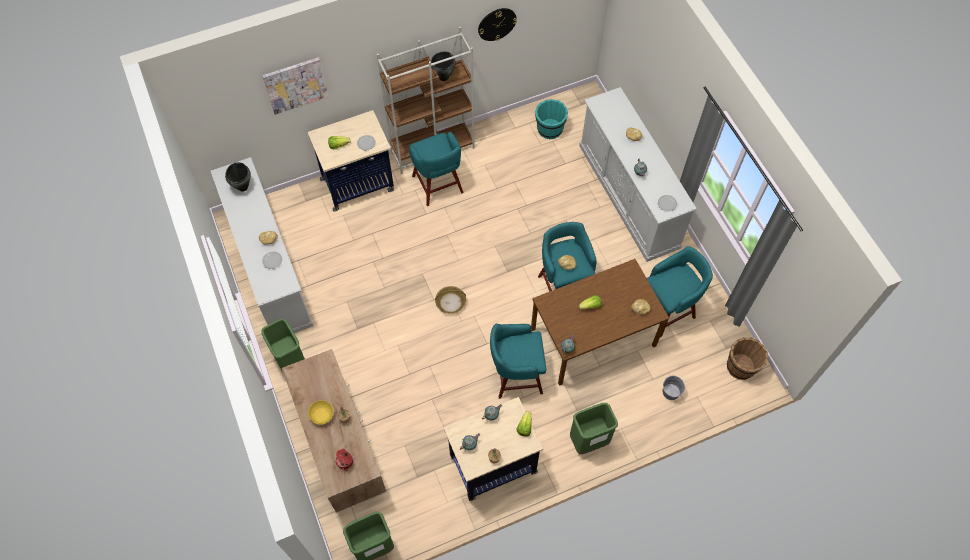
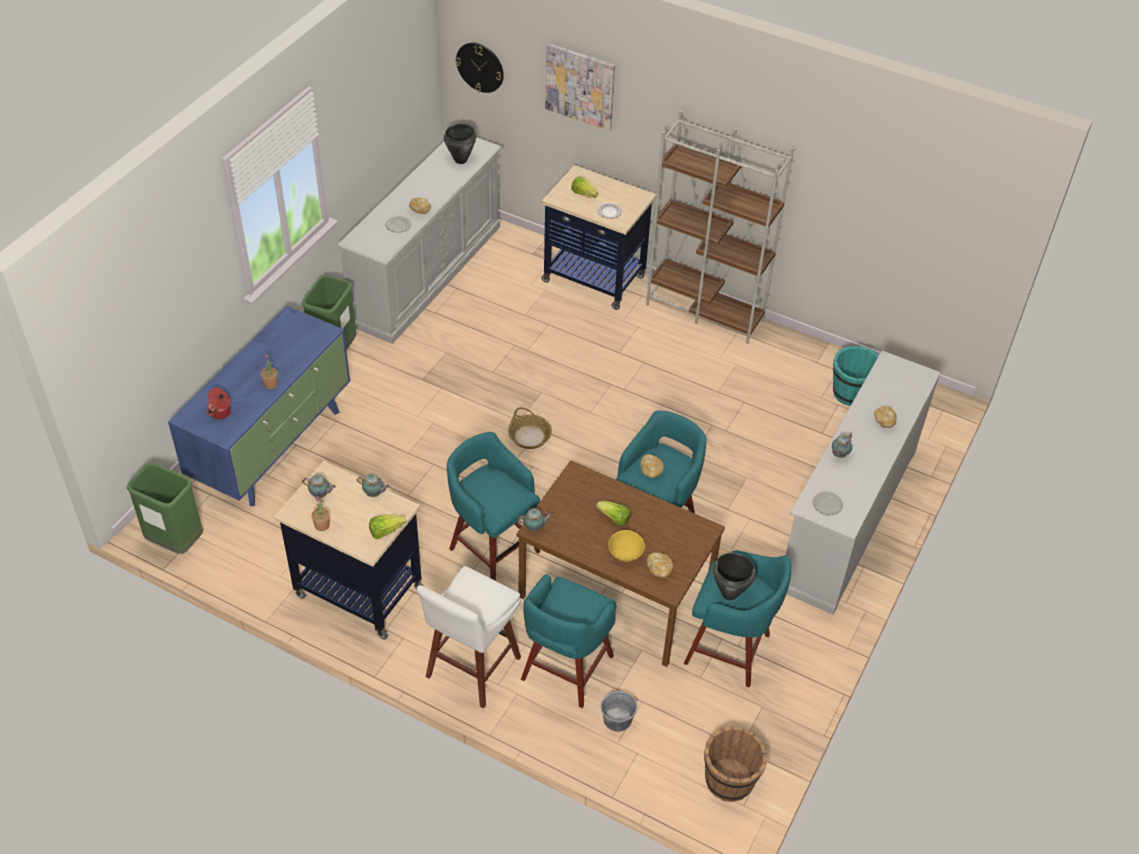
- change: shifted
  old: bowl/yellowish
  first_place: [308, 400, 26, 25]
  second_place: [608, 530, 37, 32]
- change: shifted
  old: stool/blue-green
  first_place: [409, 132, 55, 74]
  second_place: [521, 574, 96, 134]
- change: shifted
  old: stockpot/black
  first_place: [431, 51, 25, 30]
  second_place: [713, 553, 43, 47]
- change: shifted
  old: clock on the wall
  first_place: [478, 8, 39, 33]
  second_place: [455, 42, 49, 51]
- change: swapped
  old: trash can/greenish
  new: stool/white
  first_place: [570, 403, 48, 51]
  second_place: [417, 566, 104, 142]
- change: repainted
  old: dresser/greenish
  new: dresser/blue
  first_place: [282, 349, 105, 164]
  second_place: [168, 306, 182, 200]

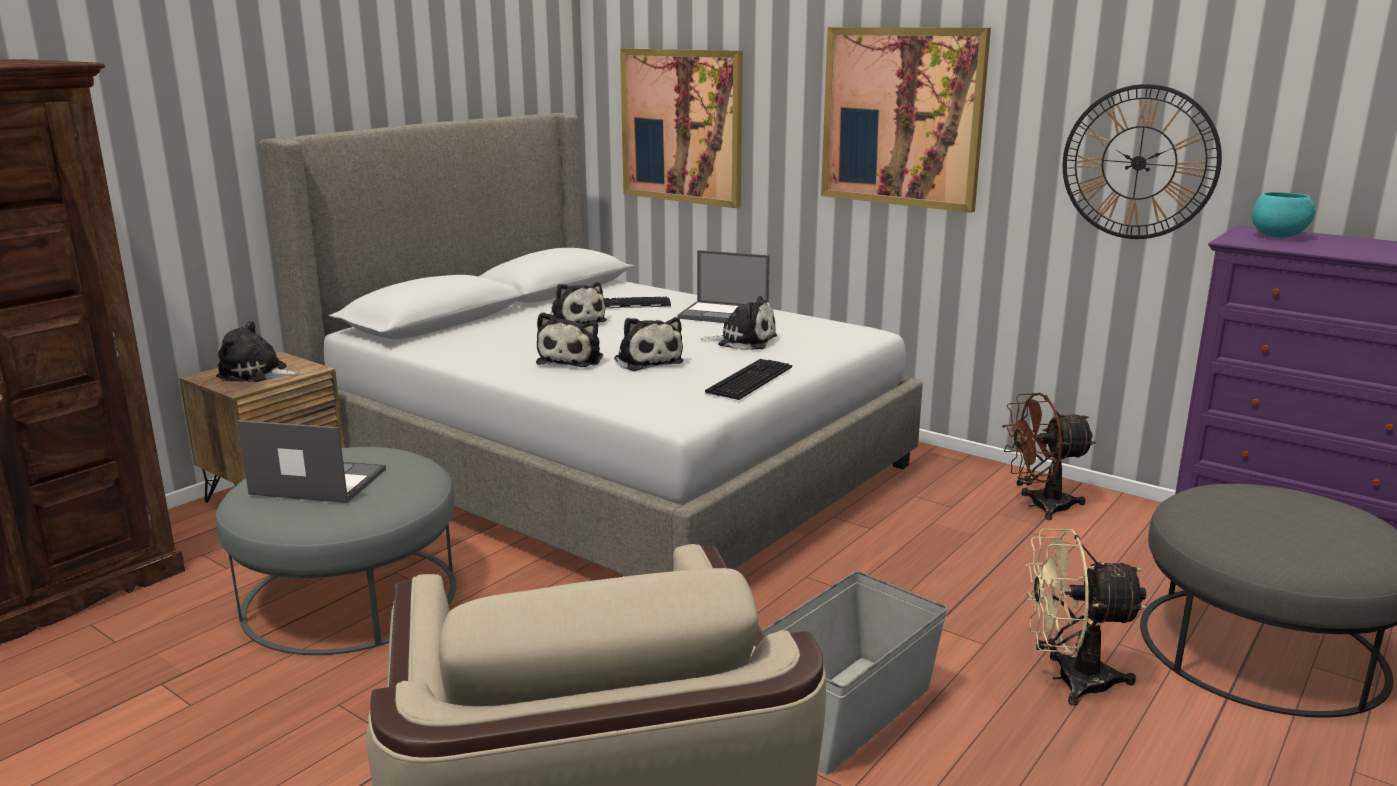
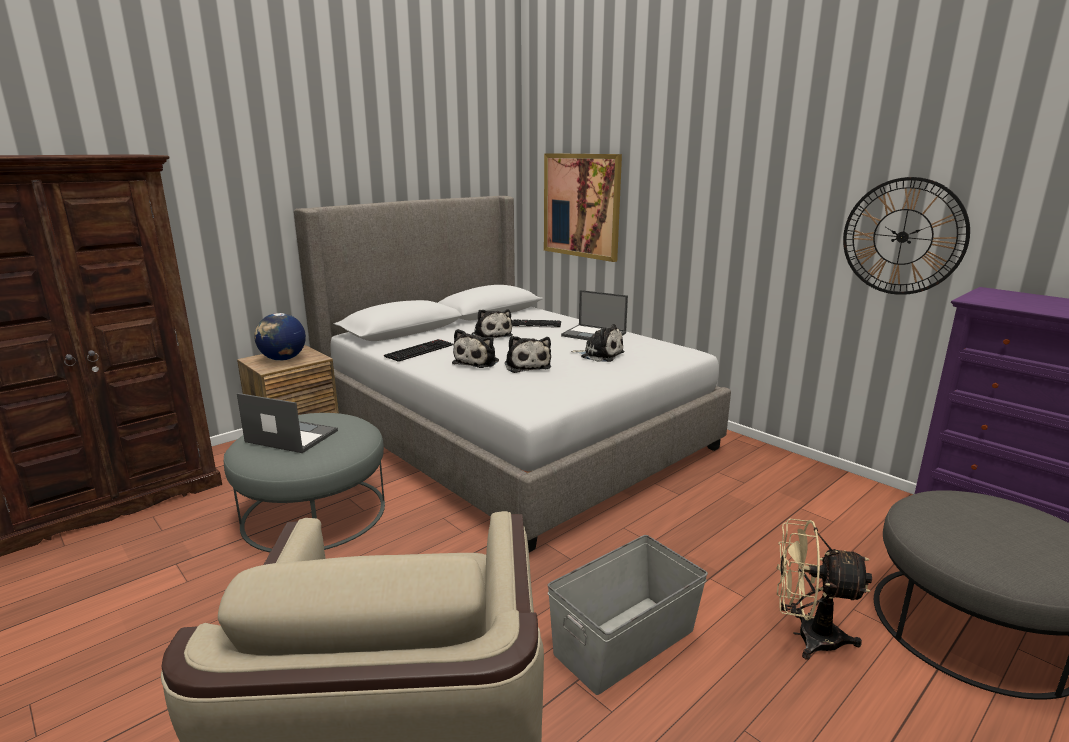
- change: gone
  old: picture
  first_place: [821, 27, 170, 186]
- change: gone
  old: electric fan/brownish
  first_place: [1002, 393, 94, 127]
- change: gone
  old: bowl/blue-green
  first_place: [1252, 192, 63, 45]
- change: shifted
  old: keyboard
  first_place: [705, 359, 87, 41]
  second_place: [384, 339, 69, 23]
- change: swapped
  old: soft toy
  new: world globe
  first_place: [216, 320, 85, 62]
  second_place: [254, 313, 52, 48]

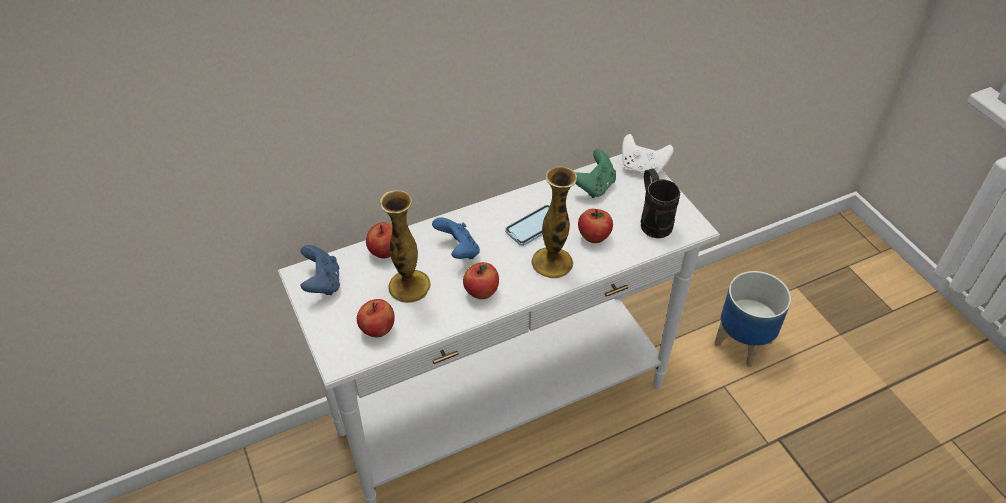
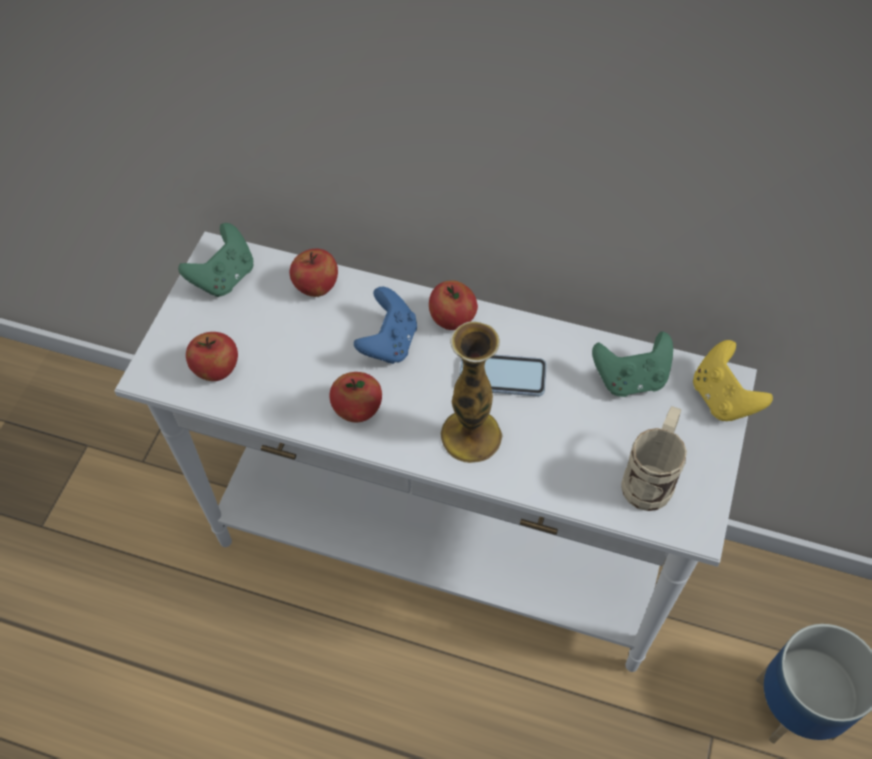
- change: gone
  old: decorative vase
  first_place: [380, 190, 51, 113]
- change: shifted
  old: apple
  first_place: [578, 209, 35, 34]
  second_place: [429, 280, 49, 50]
- change: repainted
  old: joypad/blue
  new: joypad/greenish
  first_place: [300, 245, 40, 50]
  second_place: [178, 223, 76, 74]
- change: repainted
  old: joypad/white
  new: joypad/yellowish
  first_place: [622, 134, 51, 40]
  second_place: [693, 340, 80, 81]
- change: repainted
  old: coffee mug/black
  new: coffee mug/beige-coloured
  first_place: [641, 168, 39, 70]
  second_place: [621, 406, 66, 105]

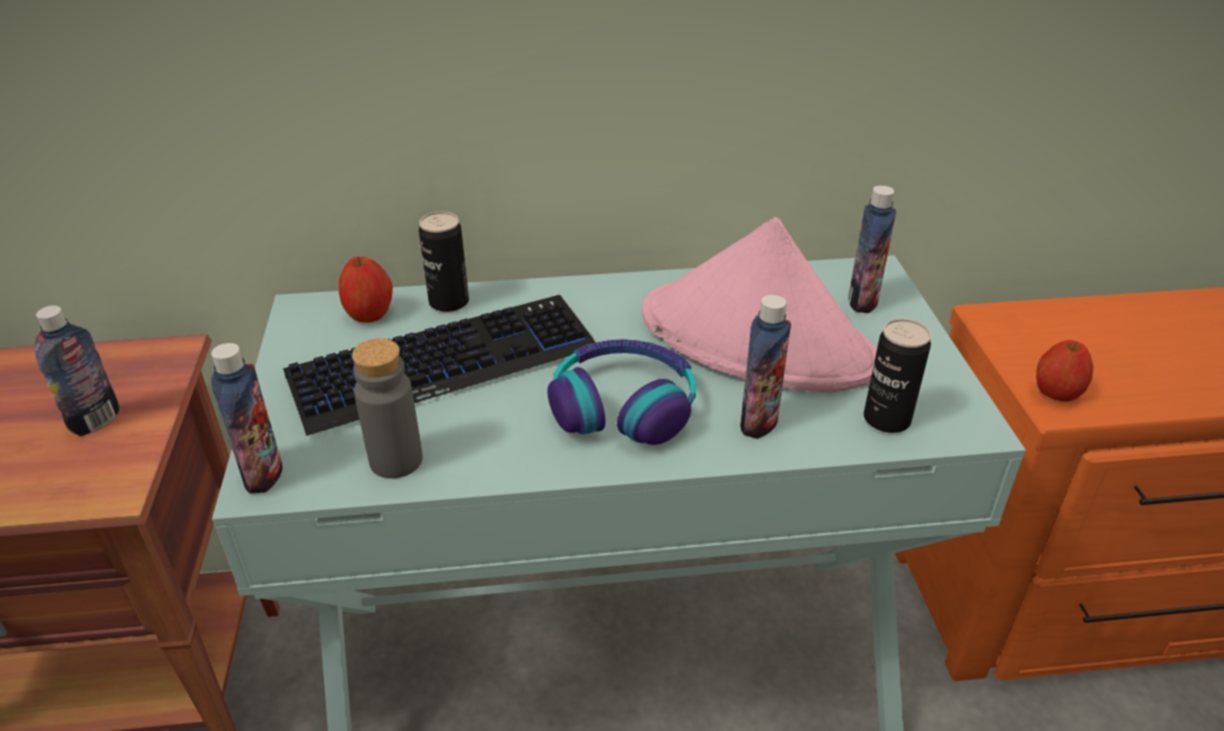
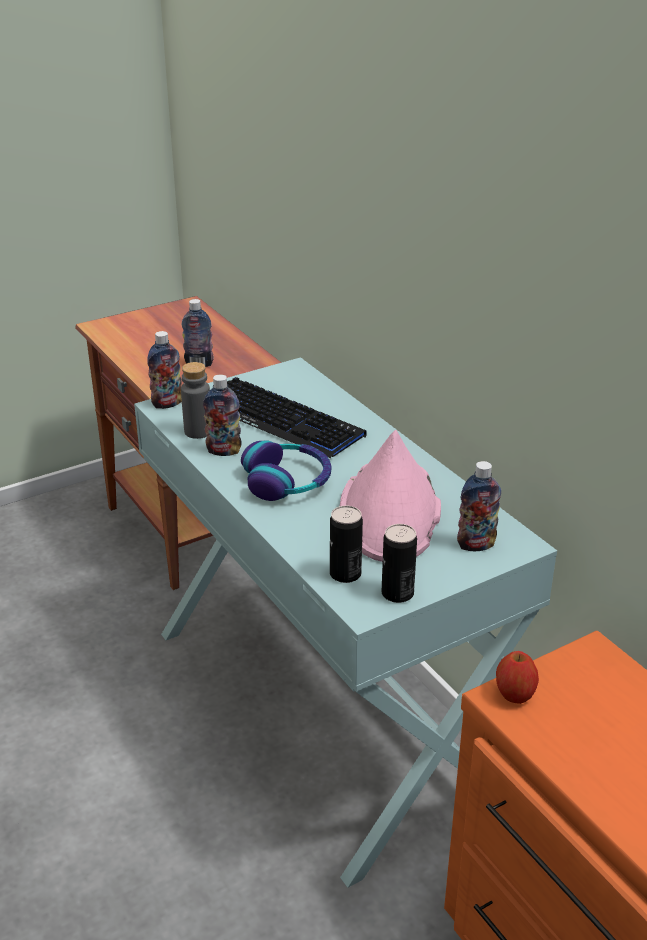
- change: gone
  old: apple
  first_place: [339, 257, 54, 66]
- change: shifted
  old: sealed can
  first_place: [419, 212, 50, 100]
  second_place: [381, 524, 36, 79]
- change: shifted
  old: drink bottle
  first_place: [740, 295, 51, 144]
  second_place: [203, 374, 39, 82]

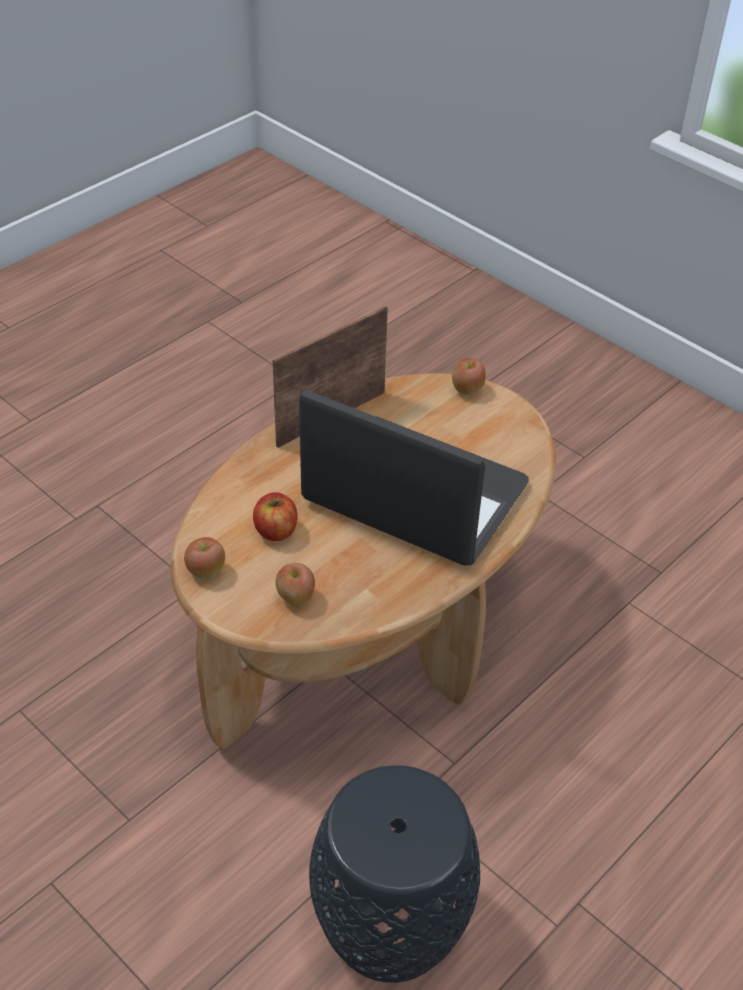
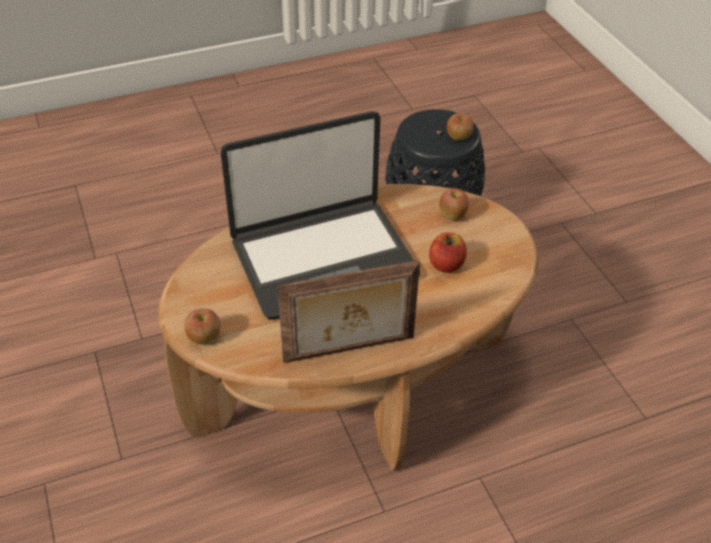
- change: shifted
  old: apple
  first_place: [184, 537, 41, 41]
  second_place: [447, 113, 27, 27]
- change: rotated
  old: portable computer
  first_place: [299, 391, 230, 175]
  second_place: [221, 111, 199, 209]
  degrees: -75

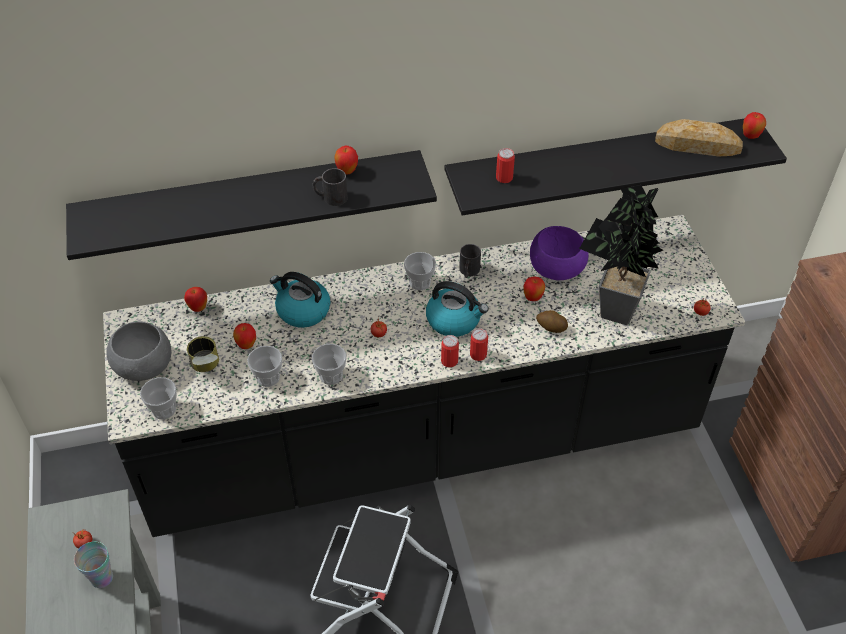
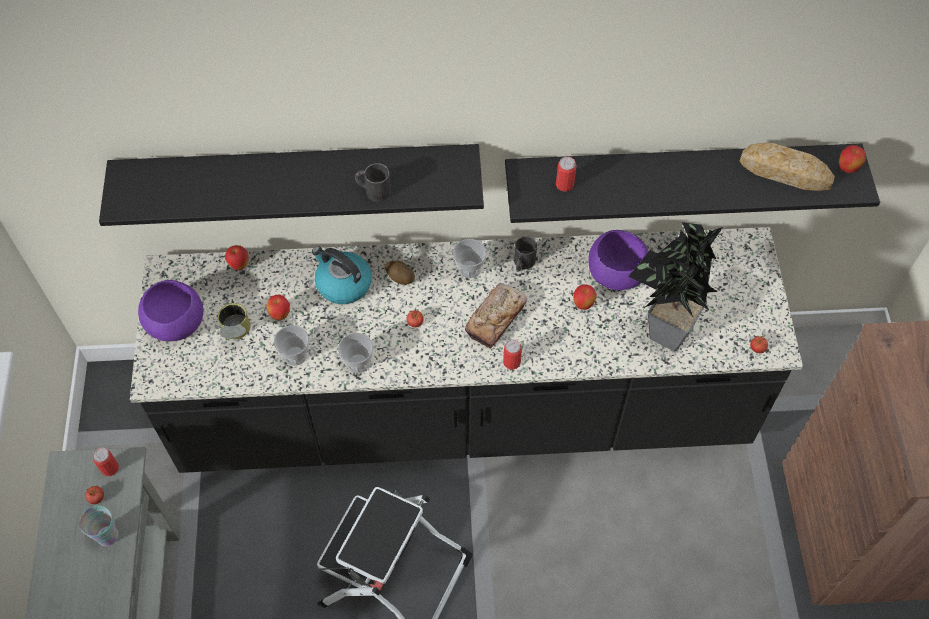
- change: gone
  old: small cup
  first_place: [140, 377, 37, 42]
- change: gone
  old: apple
  first_place: [334, 146, 24, 29]
- change: shifted
  old: sealed can
  first_place: [441, 335, 18, 33]
  second_place: [93, 448, 26, 28]
- change: shifted
  old: whole potato
  first_place: [536, 310, 32, 23]
  second_place: [385, 261, 30, 24]
- change: swapped
  old: tea kettle
  new: baked bread
  first_place: [426, 281, 62, 56]
  second_place: [465, 284, 62, 65]
- change: repainted
  old: bowl/gray
  new: bowl/purplish
  first_place: [106, 322, 65, 59]
  second_place: [138, 280, 65, 61]

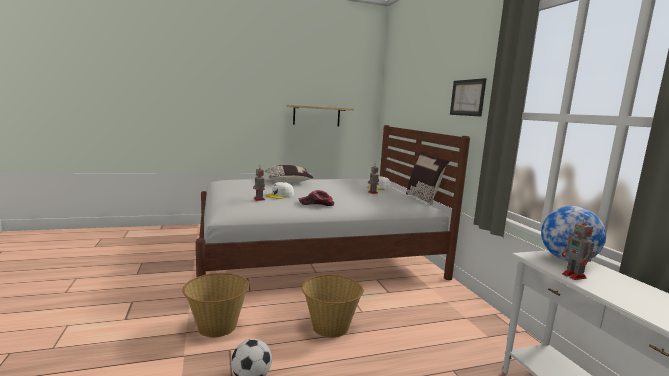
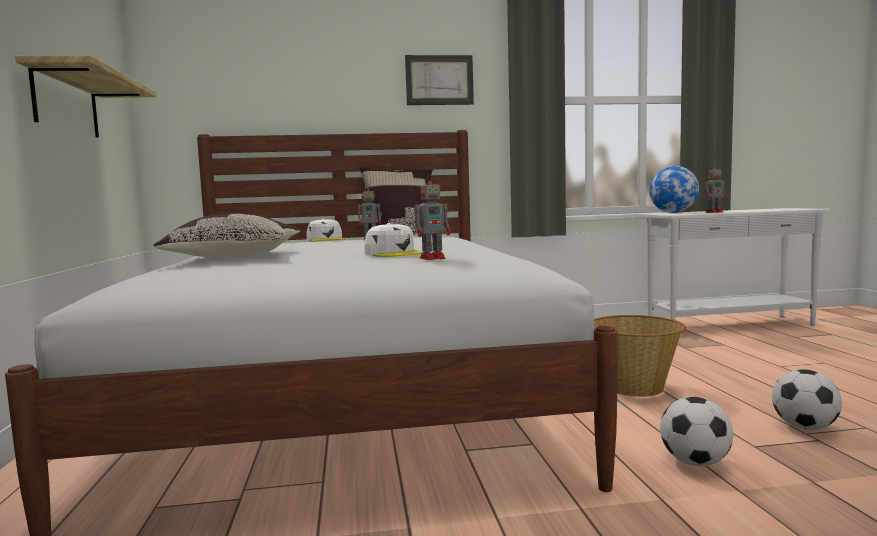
- change: gone
  old: peaked cap
  first_place: [299, 190, 35, 16]
- change: swapped
  old: basket
  new: football ball
  first_place: [182, 273, 67, 64]
  second_place: [660, 397, 73, 69]

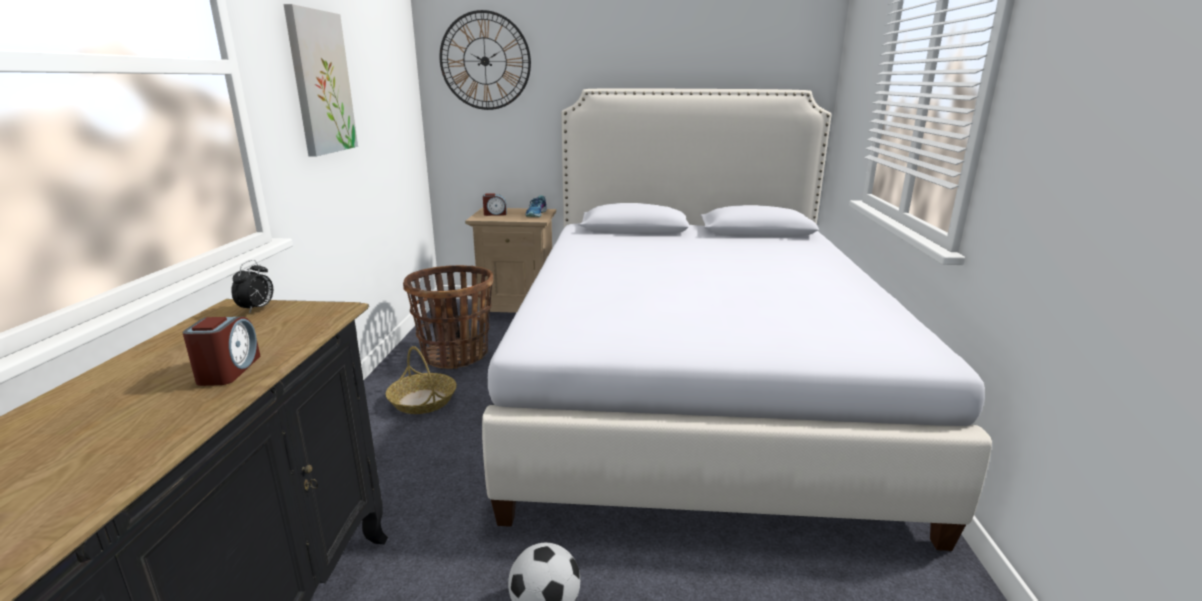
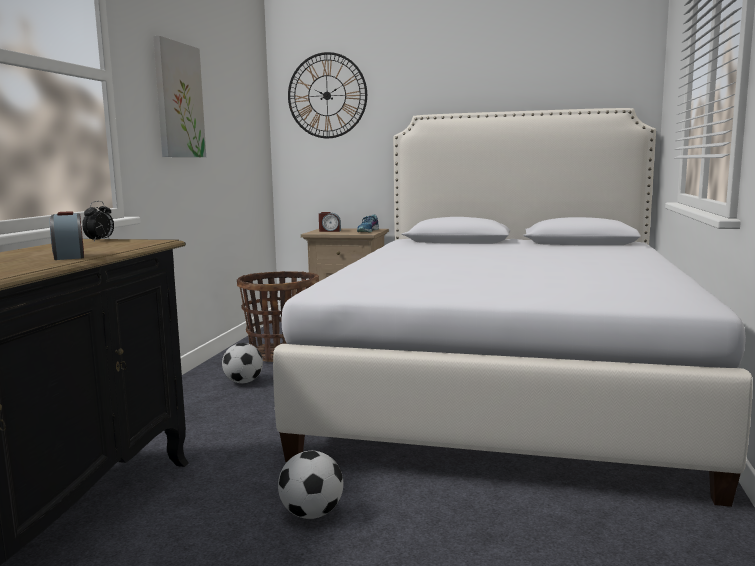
- change: swapped
  old: basket
  new: football ball
  first_place: [386, 346, 71, 68]
  second_place: [222, 343, 41, 40]
- change: rotated
  old: alarm clock
  first_place: [183, 317, 77, 69]
  second_place: [49, 211, 35, 49]
  degrees: 150

